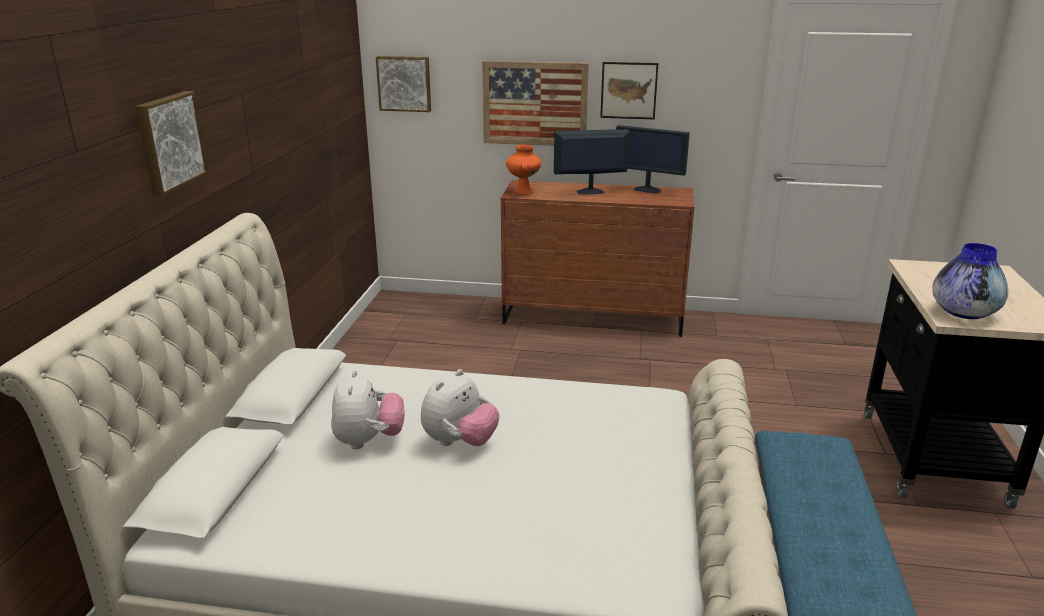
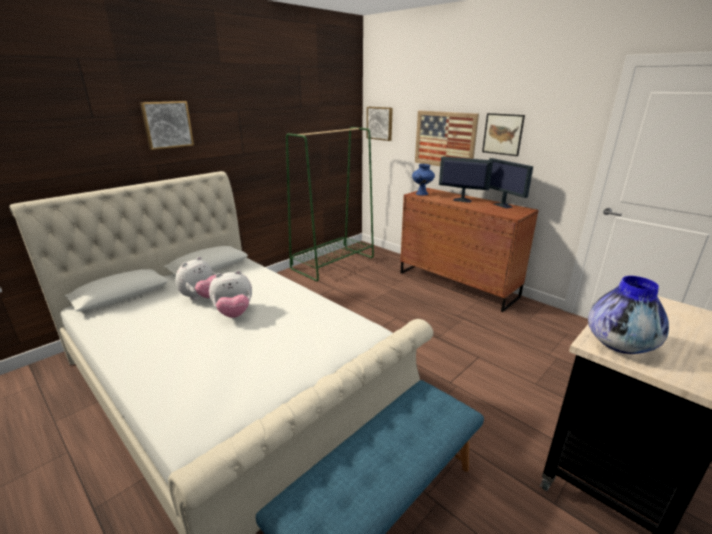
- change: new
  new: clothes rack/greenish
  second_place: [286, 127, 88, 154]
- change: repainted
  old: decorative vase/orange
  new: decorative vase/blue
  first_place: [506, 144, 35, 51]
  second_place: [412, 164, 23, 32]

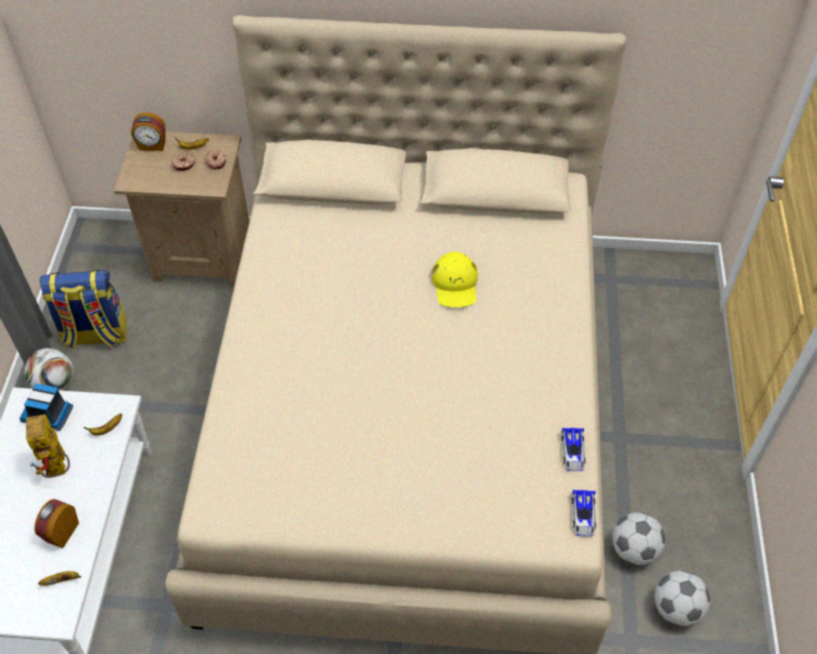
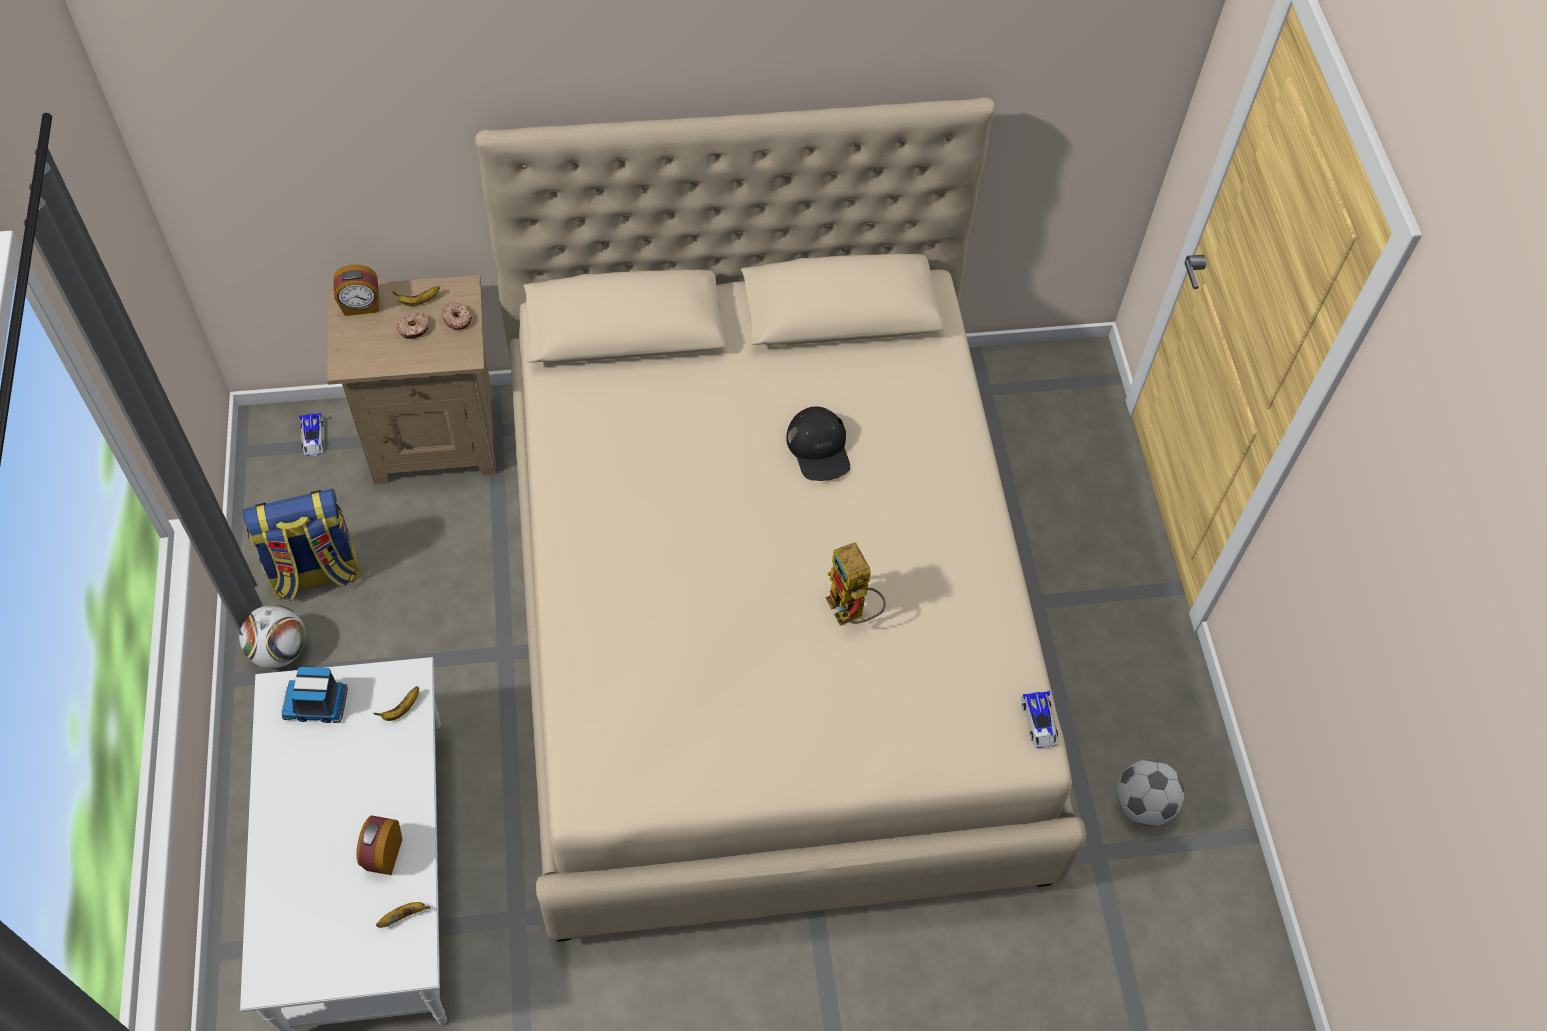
- change: gone
  old: football ball
  first_place: [612, 512, 53, 53]
- change: shifted
  old: toy robot
  first_place: [26, 414, 44, 64]
  second_place: [826, 542, 60, 84]
- change: shifted
  old: toy car
  first_place: [561, 428, 24, 44]
  second_place: [299, 413, 26, 43]
- change: repainted
  old: peaked cap/yellowish
  new: peaked cap/black
  first_place: [432, 252, 46, 55]
  second_place: [786, 406, 64, 75]

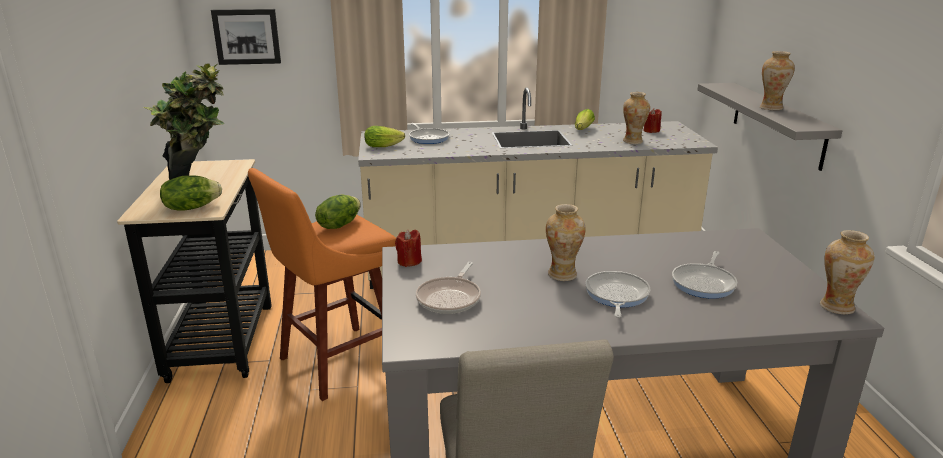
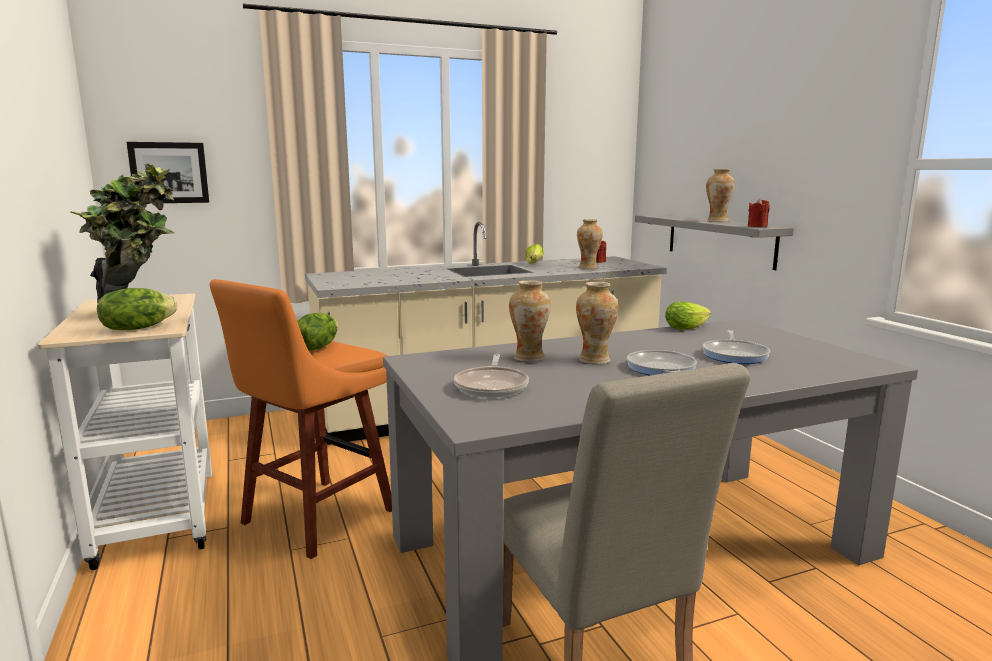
- change: gone
  old: frying pan
  first_place: [409, 123, 40, 21]
- change: shifted
  old: lettuce
  first_place: [364, 126, 41, 21]
  second_place: [665, 302, 46, 28]
- change: shifted
  old: wax light/red
  first_place: [395, 230, 27, 37]
  second_place: [748, 198, 22, 29]
- change: shifted
  old: decorative vase
  first_place: [820, 230, 54, 84]
  second_place: [509, 280, 42, 82]
- change: repainted
  old: wheeled cart/black
  new: wheeled cart/white
  first_place: [117, 159, 155, 224]
  second_place: [38, 293, 174, 277]

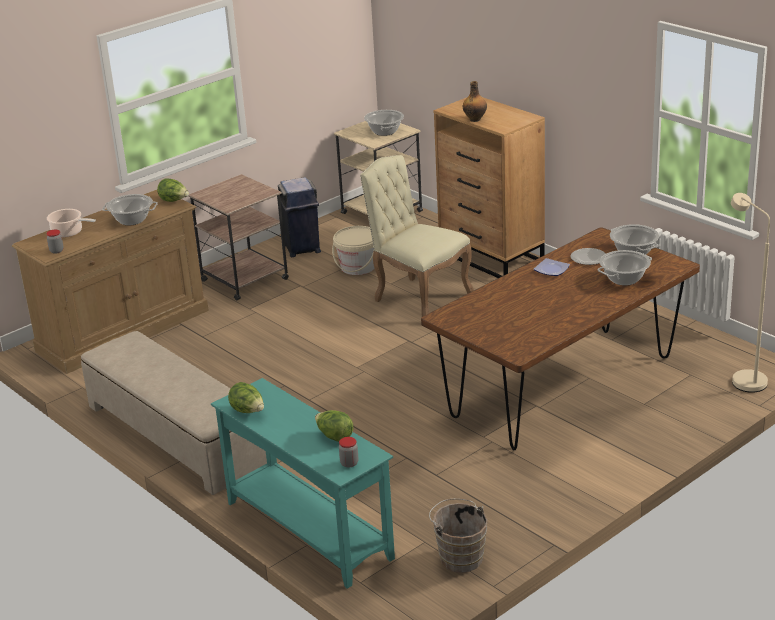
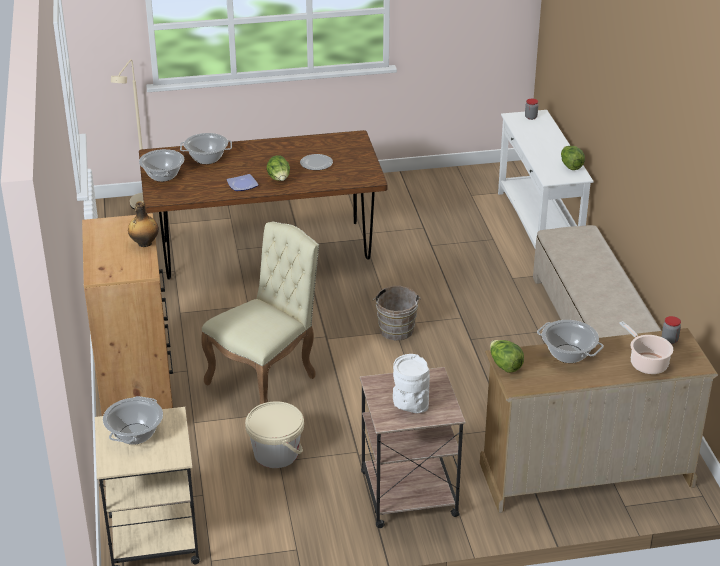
- change: gone
  old: trash can/blue
  first_place: [278, 177, 43, 80]
- change: new
  new: decorative vase/white
  second_place: [393, 354, 37, 59]
- change: shifted
  old: lettuce
  first_place: [315, 410, 39, 32]
  second_place: [267, 155, 23, 26]
- change: shifted
  old: pail/brownish
  first_place: [429, 498, 59, 75]
  second_place: [373, 286, 48, 54]
- change: shifted
  old: flat dish
  first_place: [571, 248, 35, 17]
  second_place: [300, 154, 33, 16]
- change: repainted
  old: console table/blue-green
  new: console table/white
  first_place: [211, 378, 184, 211]
  second_place: [498, 110, 96, 138]
- change: rotated
  old: plain chair/beige-coloured
  first_place: [360, 155, 113, 162]
  second_place: [201, 221, 118, 183]
  degrees: -120

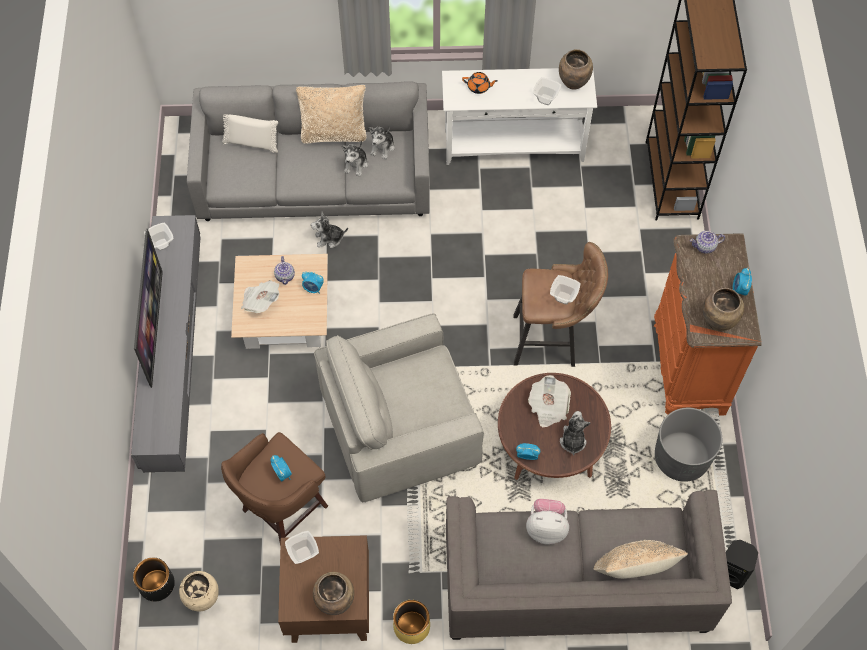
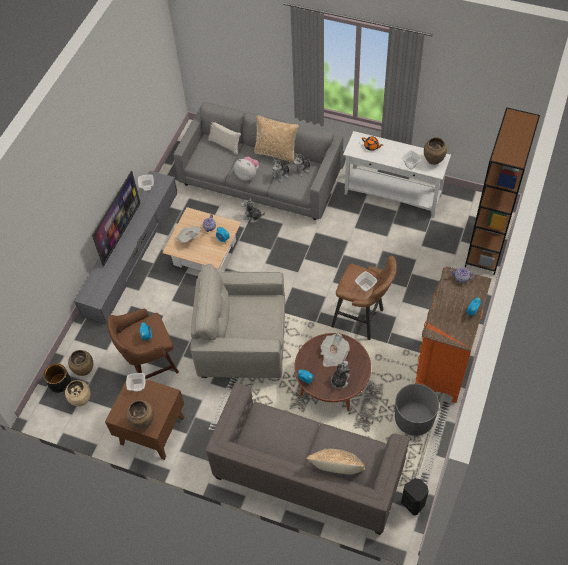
- change: gone
  old: flower pot/yellowish
  first_place: [393, 600, 37, 44]
- change: shifted
  old: soft toy
  first_place: [526, 499, 43, 46]
  second_place: [234, 156, 25, 25]
- change: shifted
  old: decorative vase/brownish
  first_place: [703, 288, 41, 43]
  second_place: [68, 350, 25, 26]

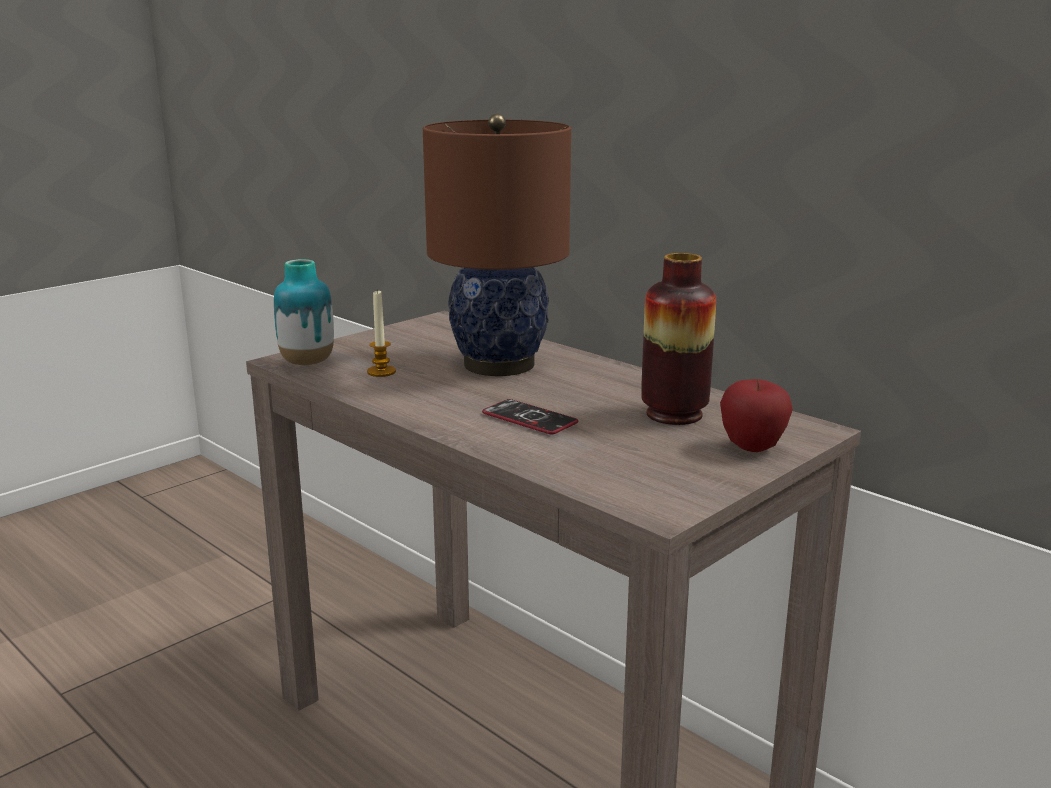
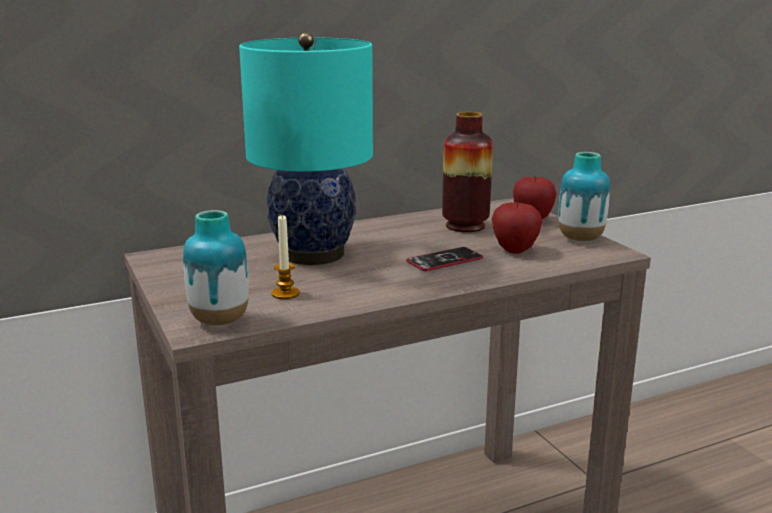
- change: new
  new: apple
  second_place: [491, 202, 51, 52]
- change: new
  new: decorative vase
  second_place: [559, 152, 51, 89]
- change: repainted
  old: lamp for a table/brownish
  new: lamp for a table/blue-green
  first_place: [423, 113, 148, 263]
  second_place: [239, 32, 134, 233]

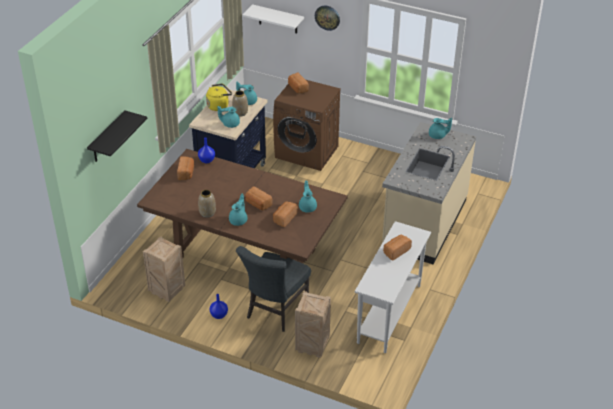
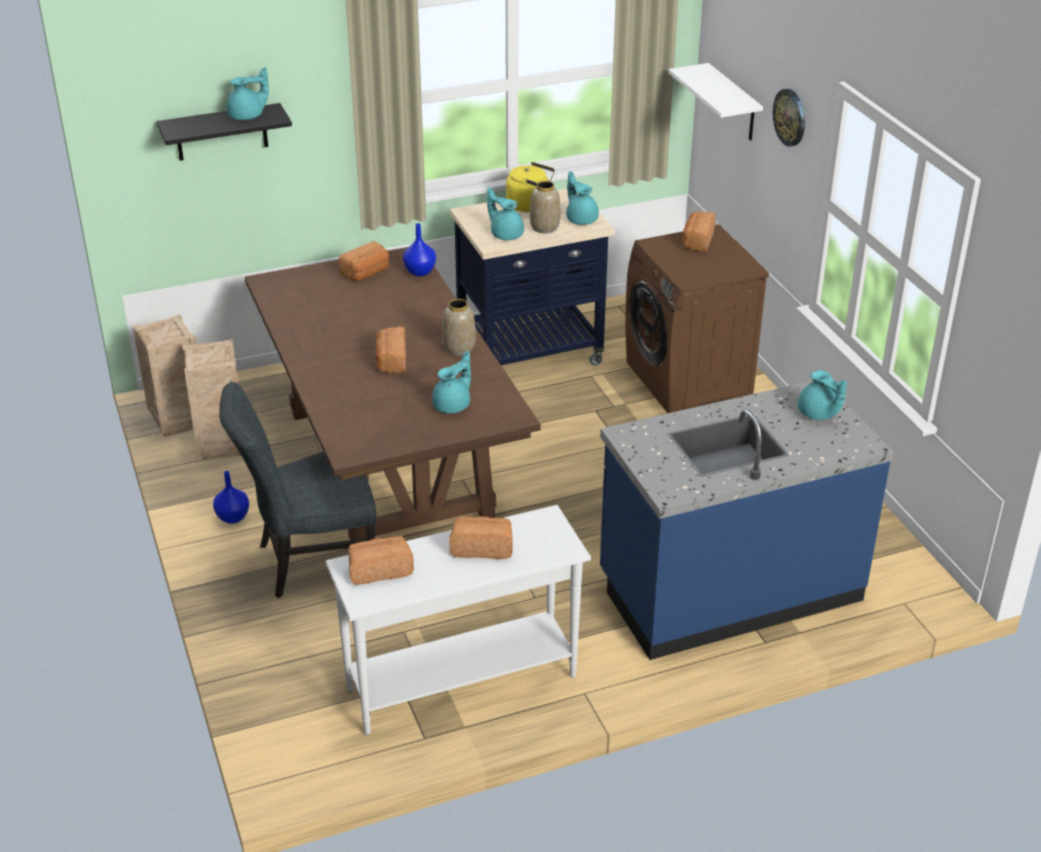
- change: shifted
  old: decorative vase
  first_place: [198, 190, 18, 28]
  second_place: [442, 299, 34, 56]
- change: shifted
  old: tea pot/blue-green
  first_place: [229, 194, 18, 32]
  second_place: [227, 67, 42, 53]
- change: shifted
  old: baked bread
  first_place: [273, 202, 25, 25]
  second_place: [348, 536, 66, 49]
- change: shifted
  old: shipping crate
  first_place: [295, 291, 36, 67]
  second_place: [133, 315, 64, 122]
- change: repainted
  old: kitchen base unit/beige-coloured
  new: kitchen base unit/blue
  first_place: [382, 122, 94, 142]
  second_place: [600, 381, 294, 279]

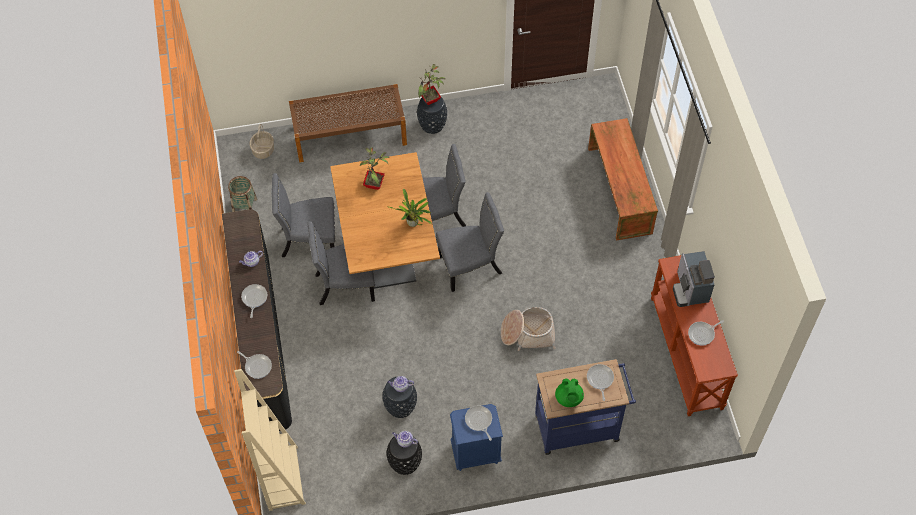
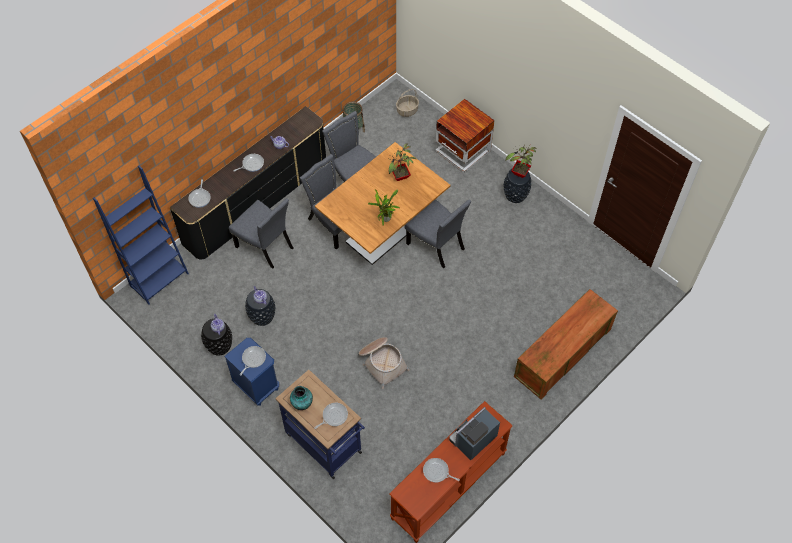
- change: shifted
  old: plain chair/gray
  first_place: [436, 192, 68, 100]
  second_place: [229, 198, 64, 71]
- change: swapped
  old: indoor bench/brownish
  new: nightstand
  first_place: [289, 84, 118, 79]
  second_place: [435, 99, 60, 74]
- change: swapped
  old: tea pot/greenish
  new: decorative vase
  first_place: [555, 378, 29, 29]
  second_place: [290, 386, 23, 24]
- change: repainted
  old: shelving unit/beige-coloured
  new: shelving unit/blue
  first_place: [234, 369, 72, 142]
  second_place: [93, 165, 96, 140]

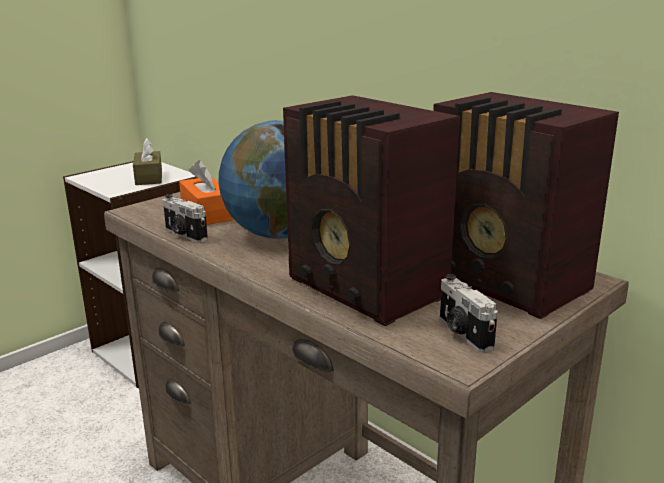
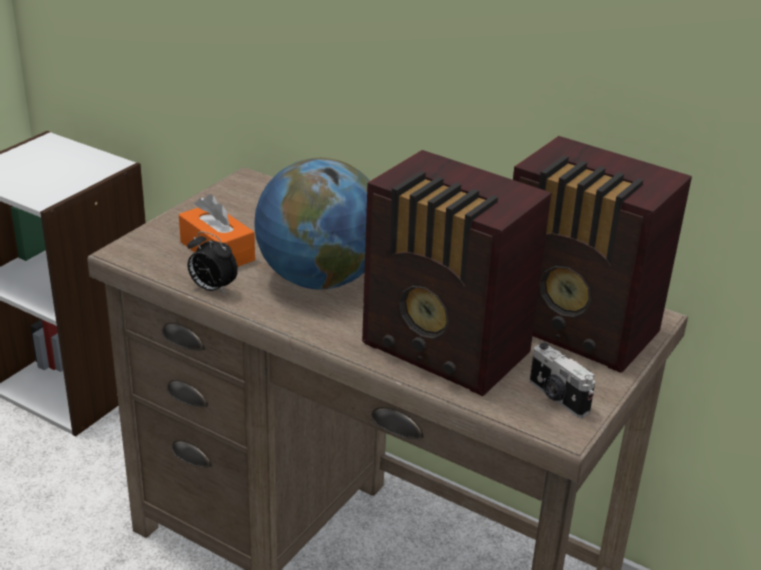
- change: gone
  old: box of tissues/brownish
  first_place: [133, 138, 29, 47]
- change: swapped
  old: still camera
  new: alarm clock
  first_place: [163, 194, 45, 49]
  second_place: [188, 231, 50, 63]

